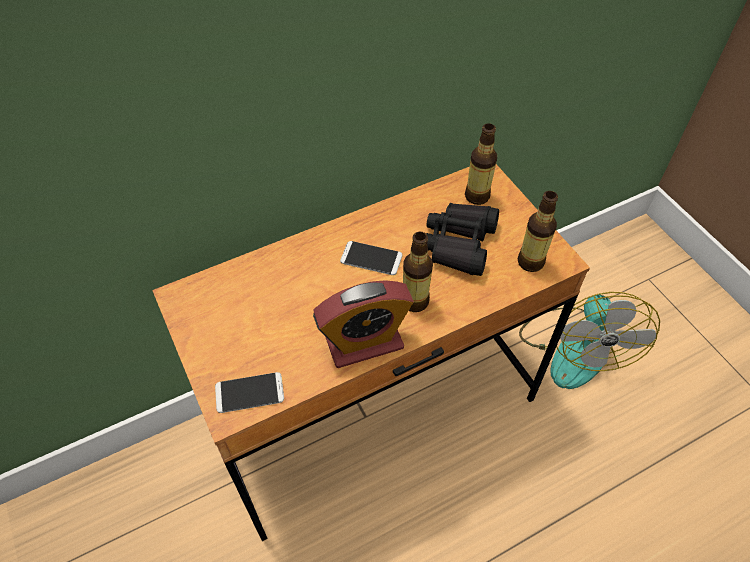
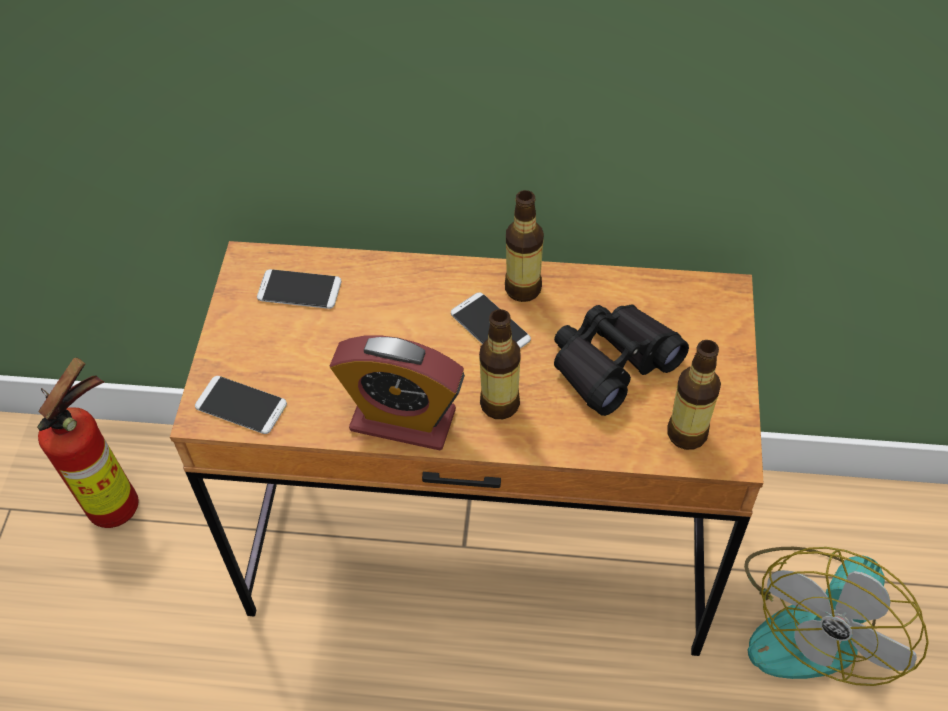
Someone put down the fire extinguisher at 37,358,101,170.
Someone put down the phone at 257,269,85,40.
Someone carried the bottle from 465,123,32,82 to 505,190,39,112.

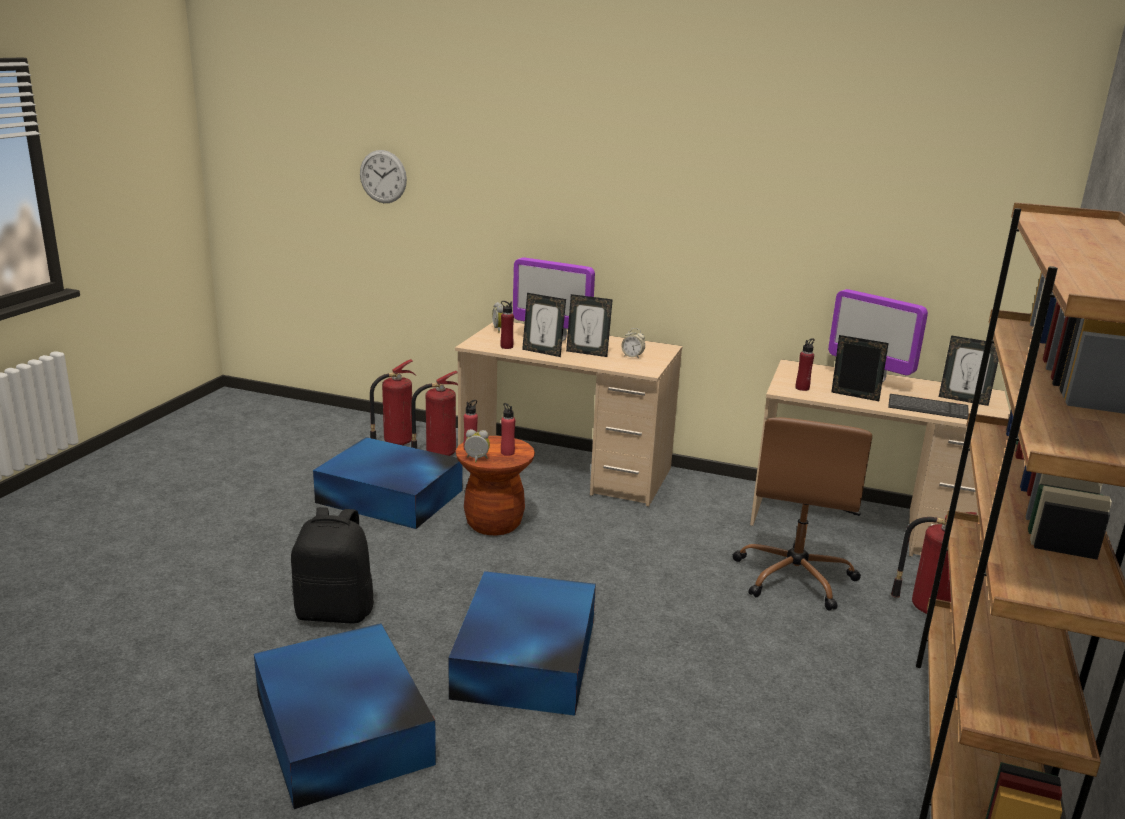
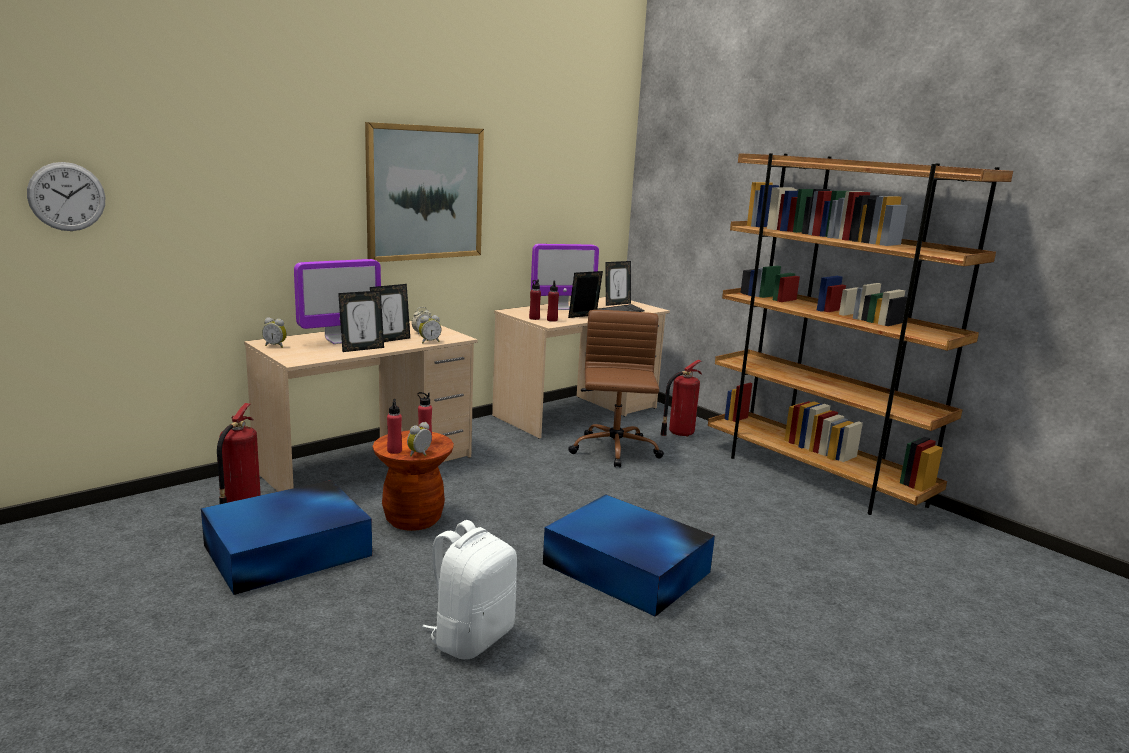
Someone put up the picture at 365,122,119,140.
Someone put down the alarm clock at 419,315,23,28.
Someone repainted the black backpack at 291,507,83,117, which became the white backpack at 422,520,95,139.
Someone carried the red bottle from 501,301,13,48 to 529,280,12,40.
Someone rotated the brown office chair at 733,417,139,194 by 135 degrees counterclockwise.
Someone took away the blue storage box at 254,623,182,186.
Someone took away the fire extinguisher at 370,359,46,86.

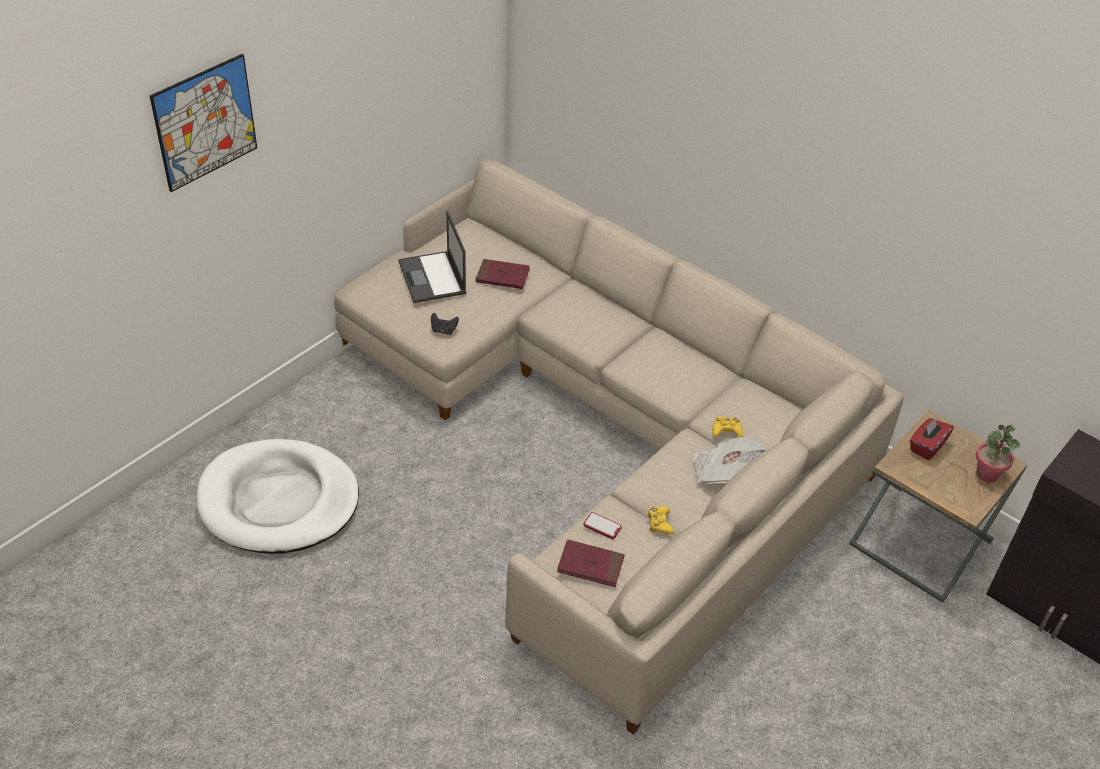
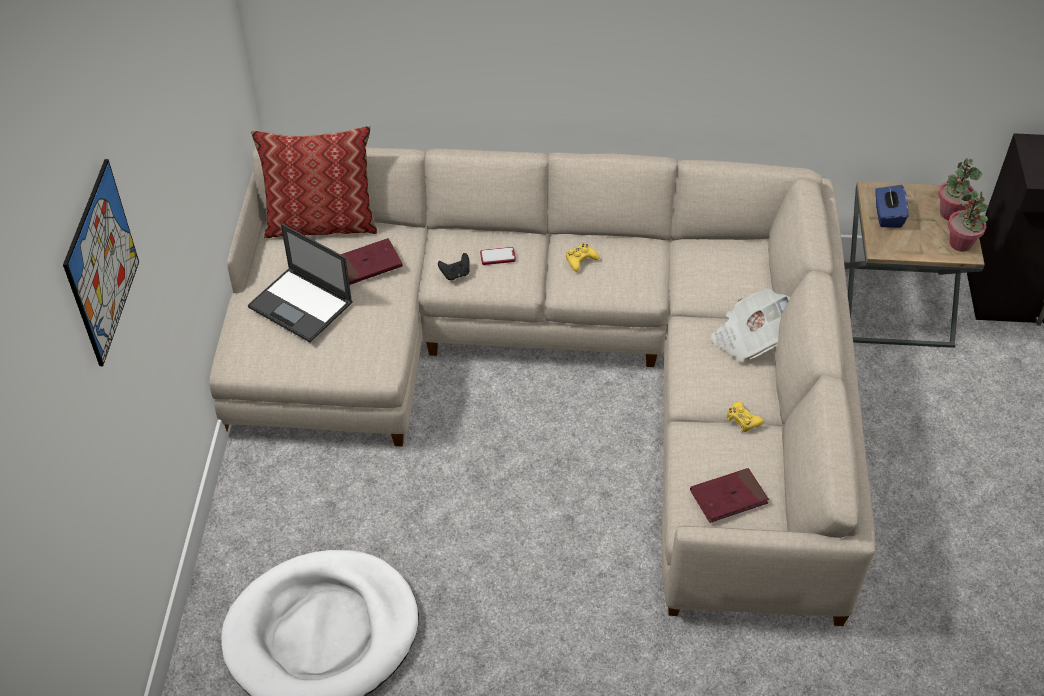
Someone put down the pillow at 251,125,127,113.
Someone carried the black game controller from 431,313,28,22 to 438,253,32,27.
Someone carried the phone from 584,512,38,27 to 480,247,36,18.
Someone carried the yellow game controller from 712,416,31,21 to 566,244,34,28.
Someone repainted the red tissue box at 910,417,44,43, which became the blue tissue box at 875,185,33,43.
Someone put down the potted plant at 948,190,40,62.

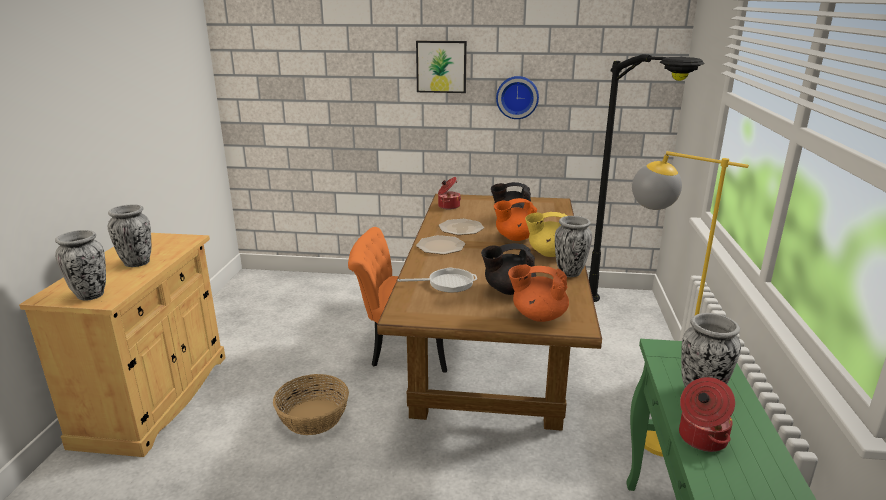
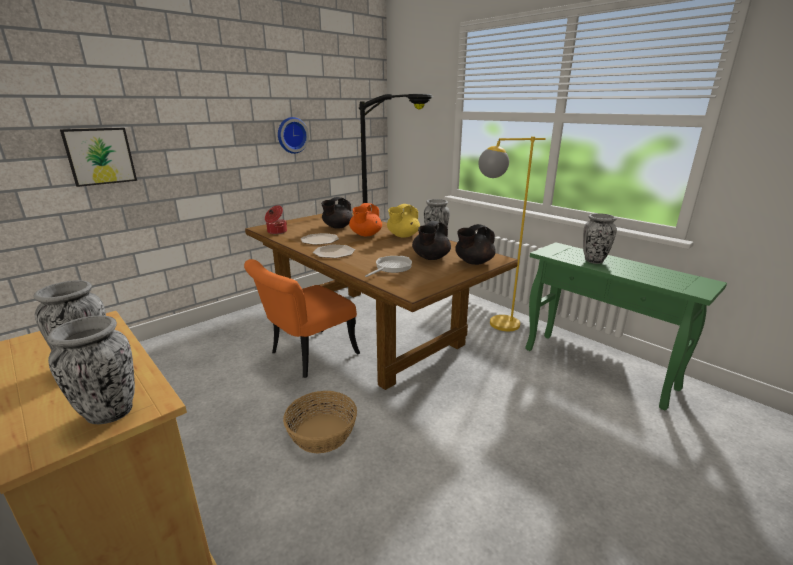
Someone carried the picture from 416,41,51,52 to 60,128,77,59.
Someone repainted the orange teapot at 508,265,61,57, which became the black teapot at 455,224,41,41.
Someone took away the cooking pot at 679,377,56,75.

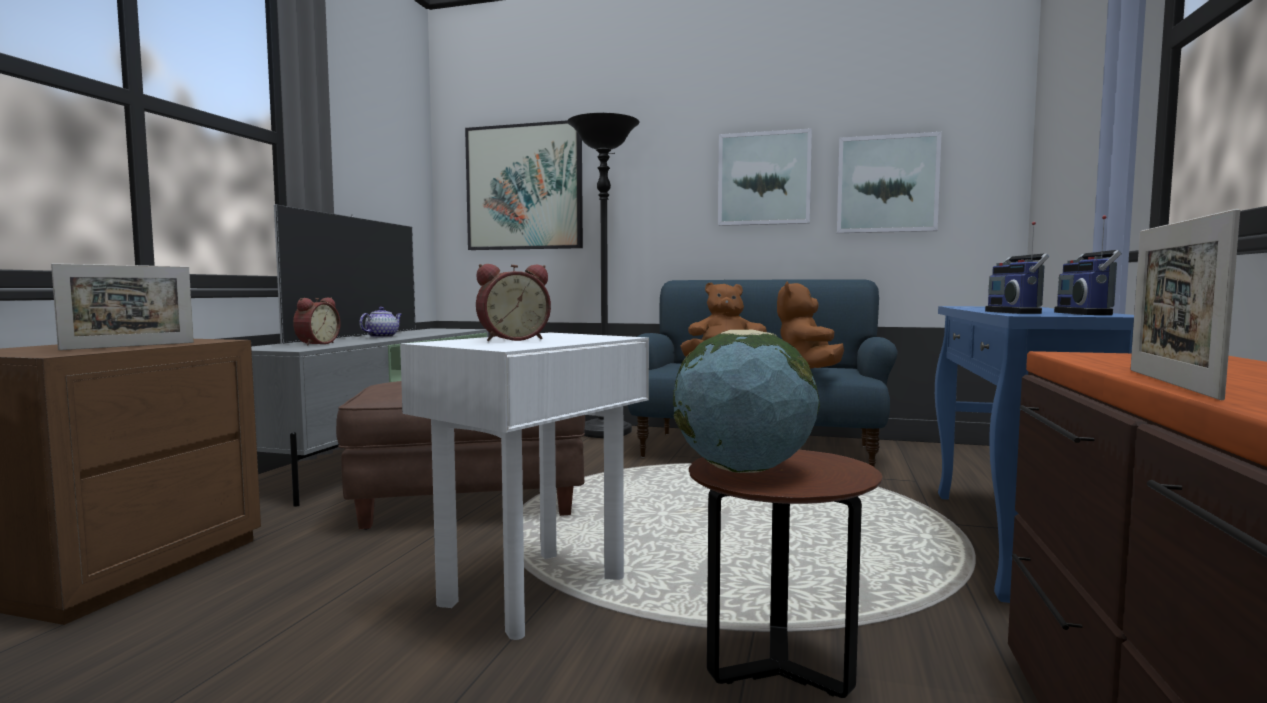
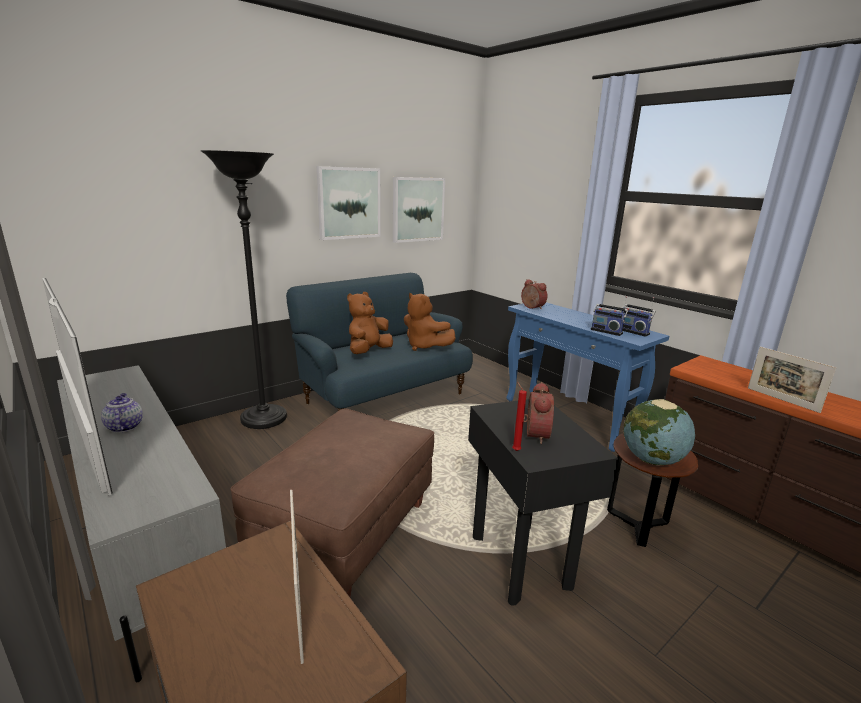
Someone repainted the white side table at 400,332,249,308, which became the black side table at 468,399,150,207.
Someone put down the red candle at 512,382,15,69.
Someone carried the alarm clock from 293,297,48,48 to 521,279,26,31.
Someone took away the picture at 465,120,118,130.

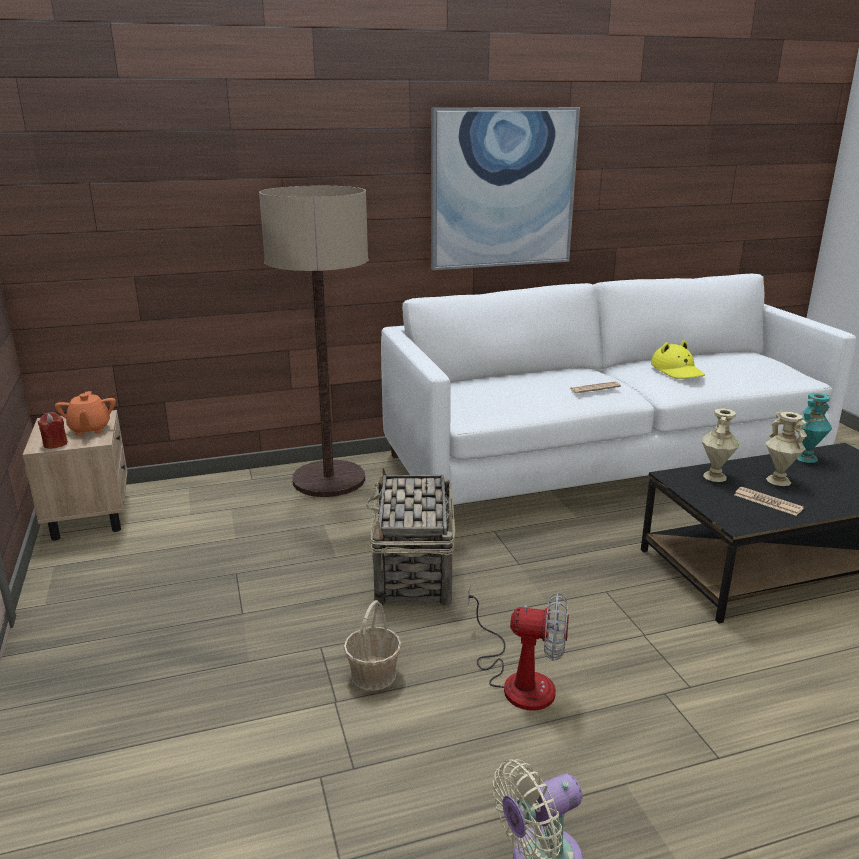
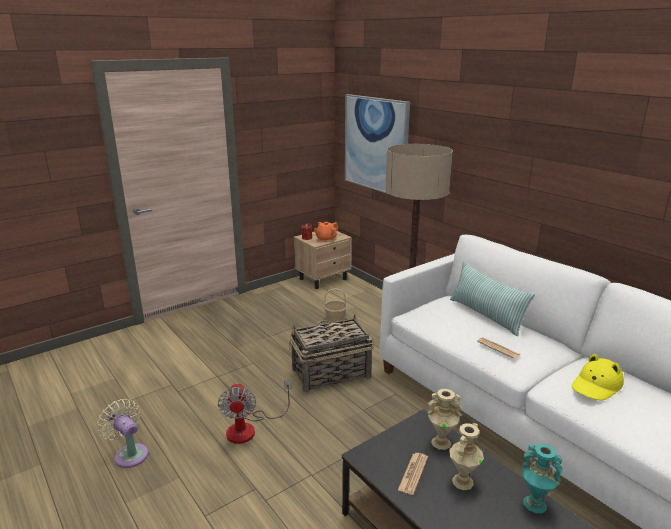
Someone carried the basket from 343,600,59,91 to 324,288,23,34.
Someone carried the picture from 431,107,149,163 to 345,94,65,100.
Someone put down the pillow at 450,262,85,74.

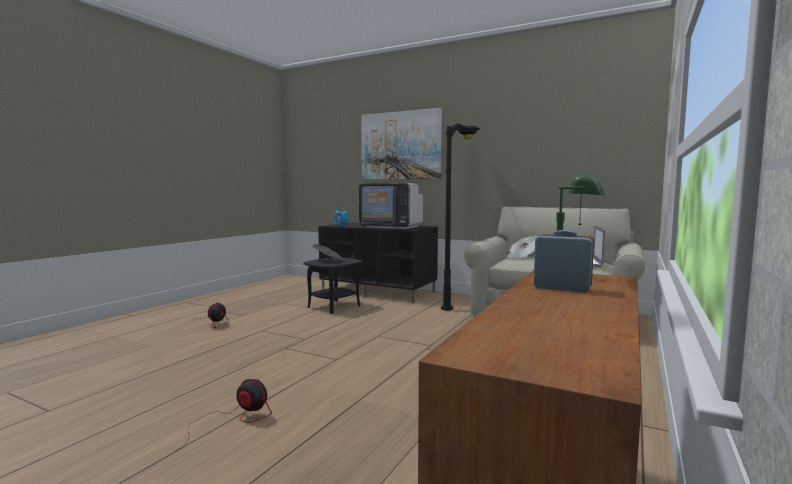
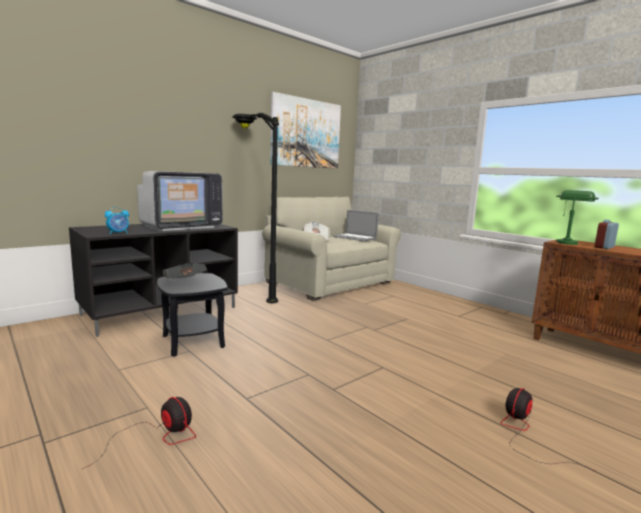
Someone carried the picture from 361,108,81,72 to 270,92,71,77.

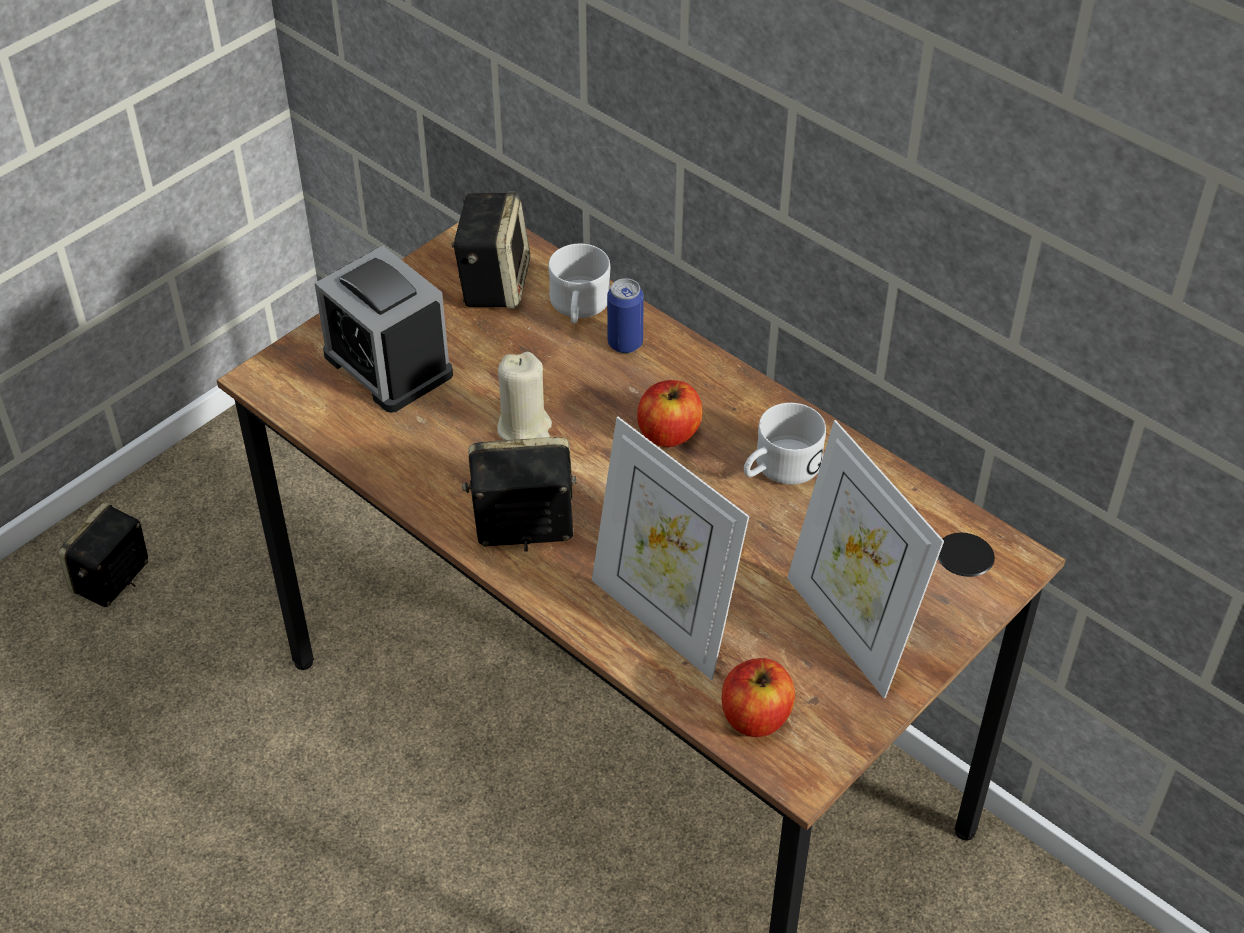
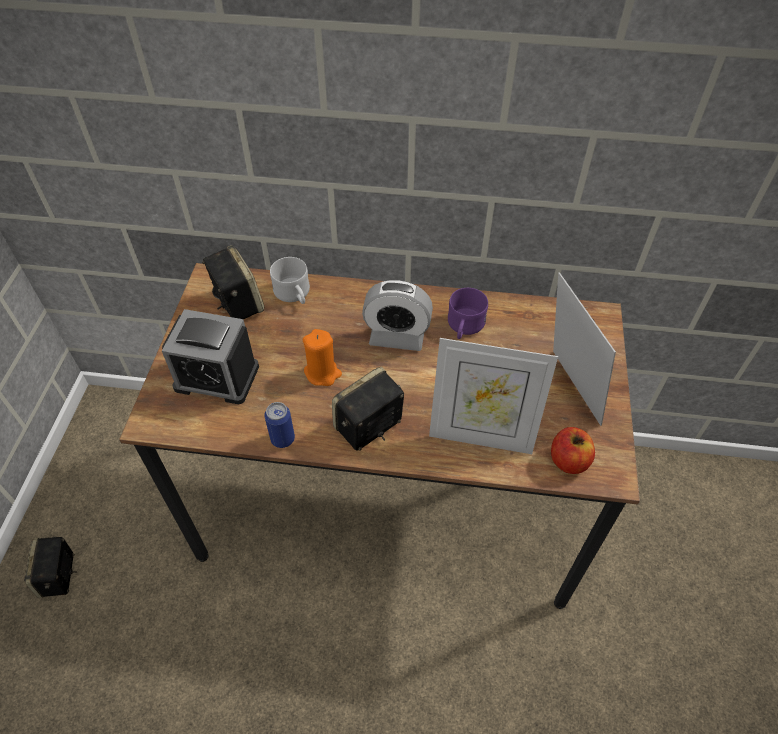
Someone carried the can from 607,278,37,75 to 264,402,31,46.
Someone repainted the beige candle at 497,352,55,88, which became the orange candle at 303,329,39,57.
Someone swapped the apple at 637,380,65,67 for the alarm clock at 362,280,71,71.
Someone repainted the white mug at 744,403,82,82, which became the purple mug at 448,288,40,51.
Someone rotated the picture frame at 787,420,157,278 by 135 degrees counterclockwise.

